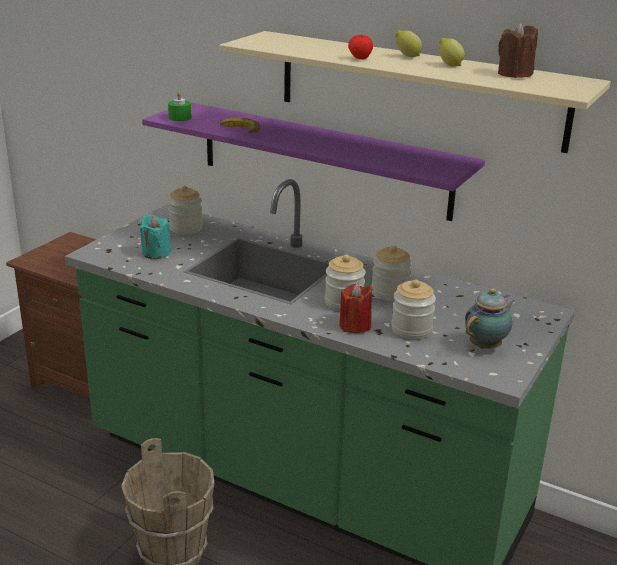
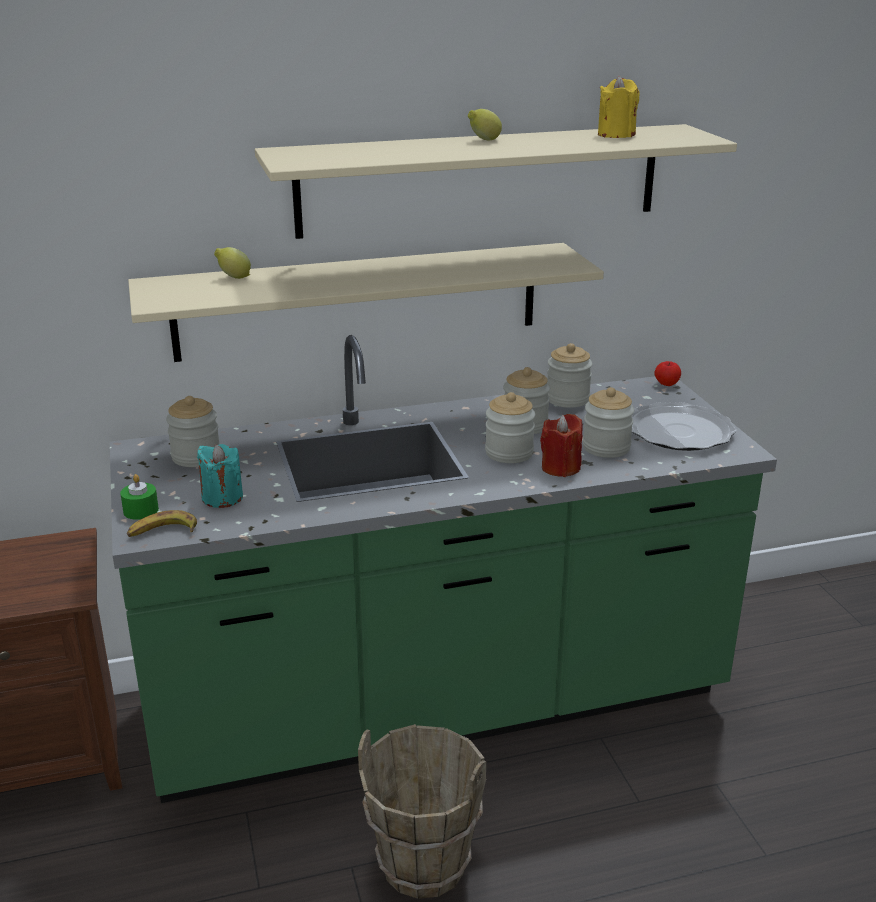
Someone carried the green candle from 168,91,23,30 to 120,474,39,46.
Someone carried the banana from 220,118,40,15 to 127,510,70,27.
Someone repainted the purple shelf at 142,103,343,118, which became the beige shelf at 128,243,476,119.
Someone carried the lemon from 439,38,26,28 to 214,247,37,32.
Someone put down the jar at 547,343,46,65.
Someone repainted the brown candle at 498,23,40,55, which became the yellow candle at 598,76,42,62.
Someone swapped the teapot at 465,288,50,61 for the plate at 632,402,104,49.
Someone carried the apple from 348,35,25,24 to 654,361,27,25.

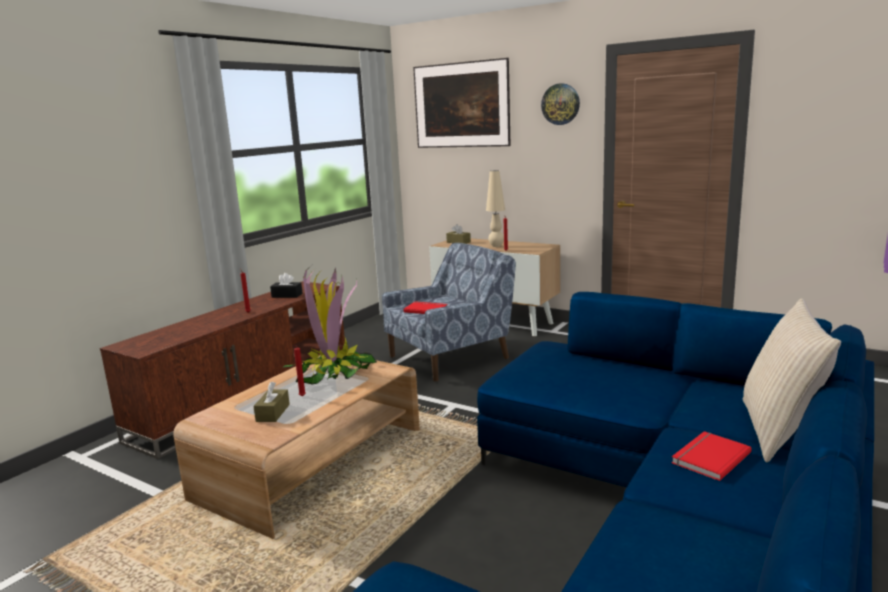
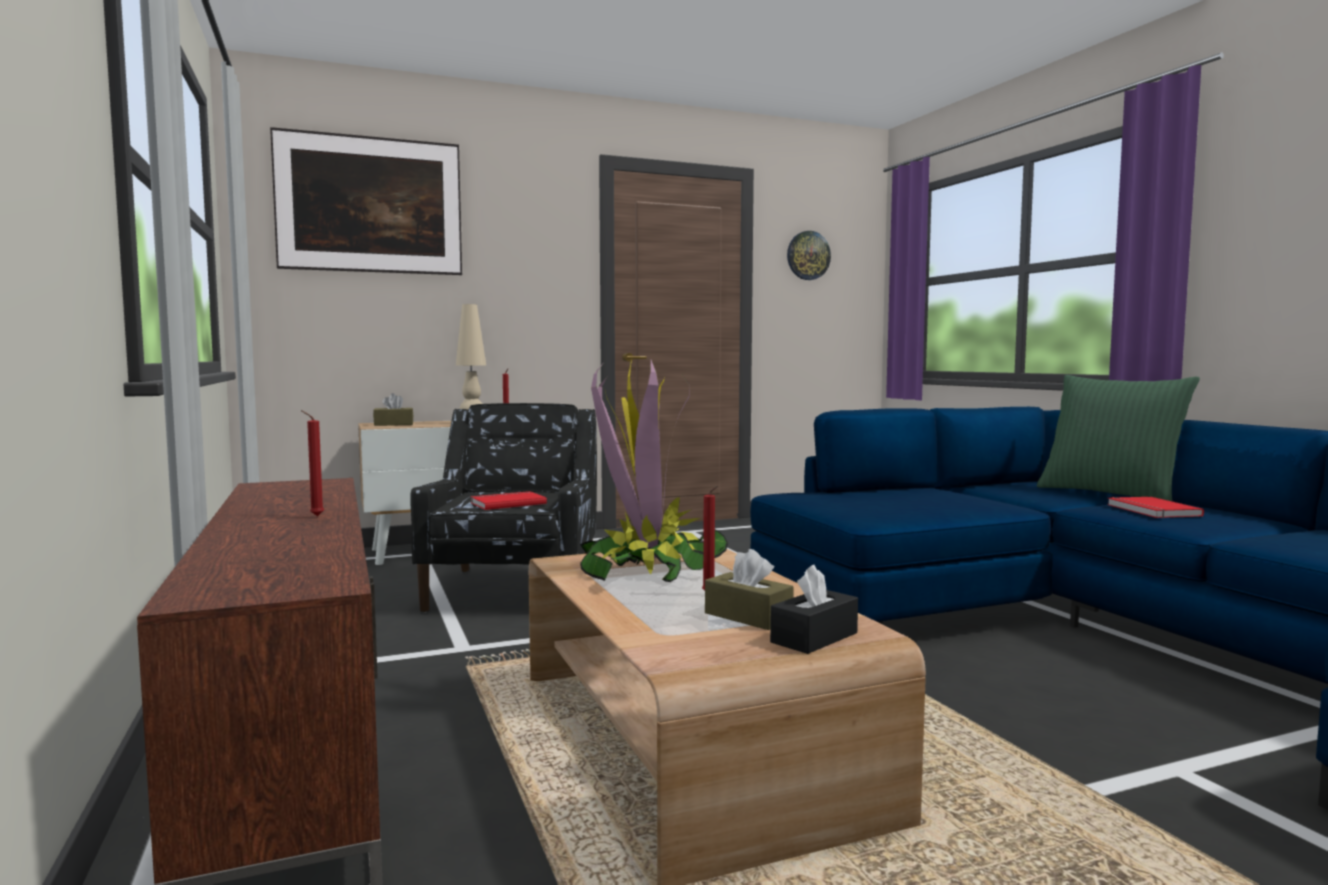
Someone repainted the blue armchair at 382,243,134,139, which became the black armchair at 410,403,187,210.
Someone carried the black tissue box from 270,273,33,25 to 770,565,88,89.
Someone carried the wall clock from 541,83,39,42 to 787,231,44,49.
Someone repainted the beige pillow at 743,298,98,165, which became the green pillow at 1037,375,163,126.

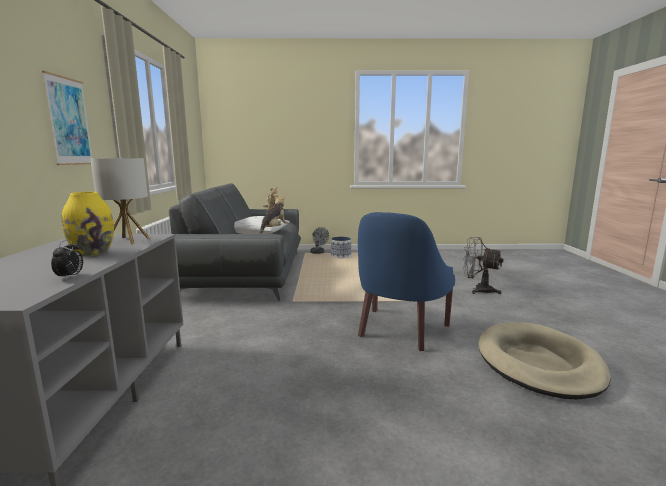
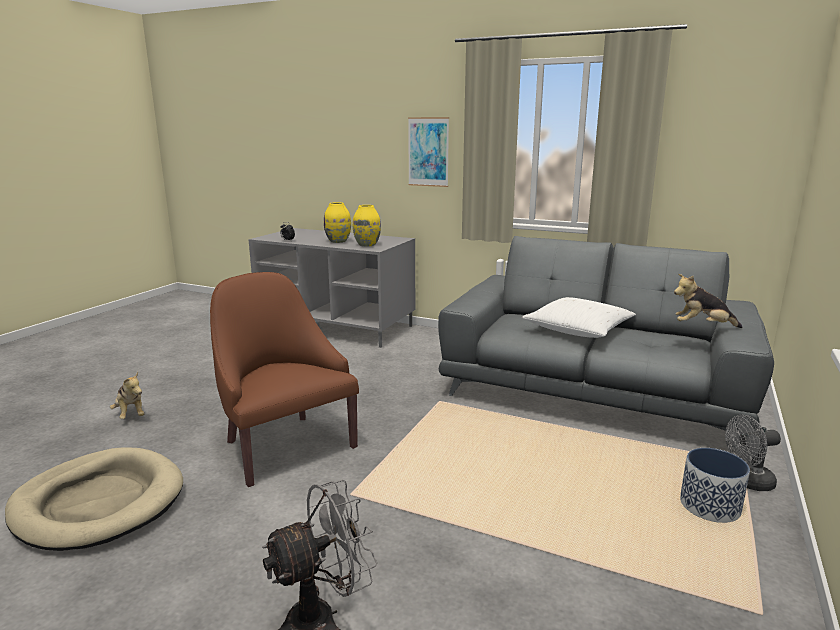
Someone carried the plush toy from 260,196,28,38 to 110,372,35,47.
Someone repainted the blue armchair at 358,212,97,139, which became the brown armchair at 210,272,149,215.
Someone swapped the table lamp at 90,158,60,87 for the yellow vase at 353,205,28,42.

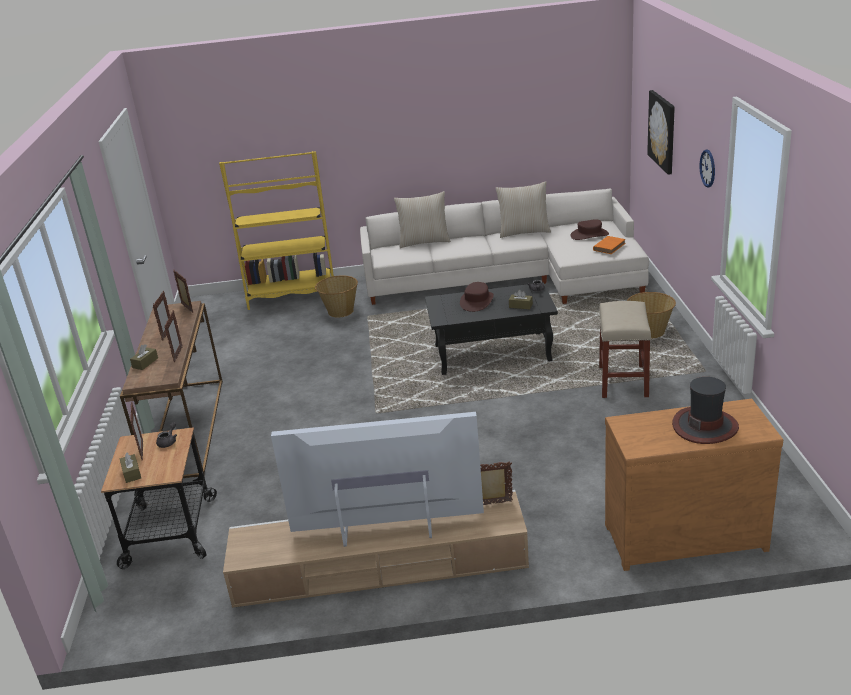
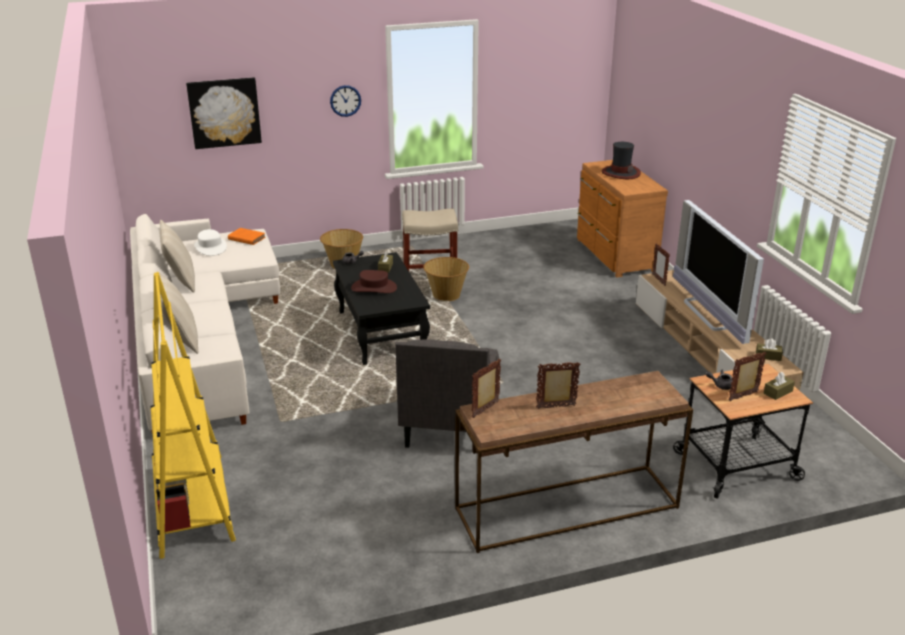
Someone repainted the brown hat at 570,219,39,21, which became the white hat at 194,229,33,27.
Someone put down the grey armchair at 395,339,104,109.
Someone carried the basket from 315,275,43,43 to 423,257,46,44.
Someone carried the brown tissue box from 130,344,28,26 to 756,338,27,23.
Someone took away the picture frame at 165,310,18,52.

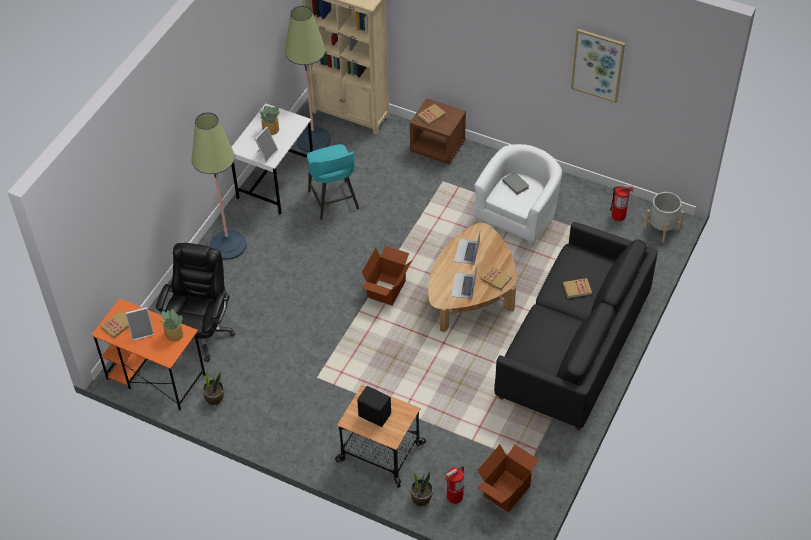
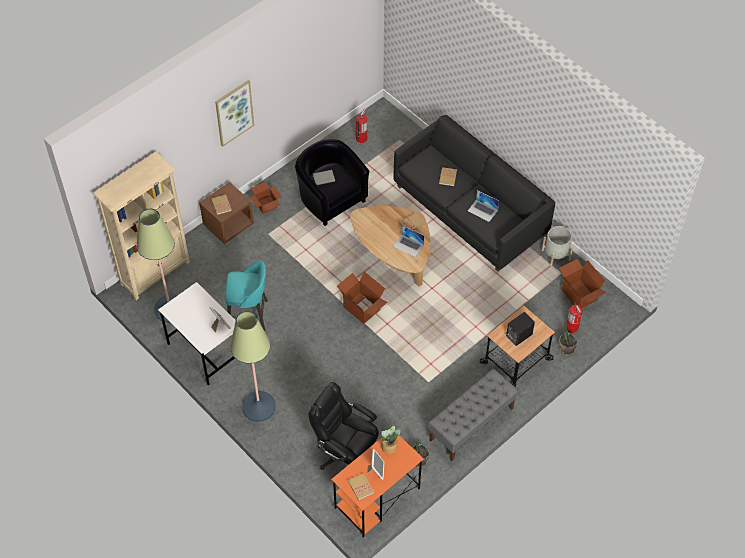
Someone carried the picture from 571,29,54,74 to 215,80,39,67.
Someone put down the cardboard box at 250,182,32,32.
Someone repainted the white armchair at 474,144,88,103, which became the black armchair at 295,139,74,87.
Someone put down the grey bench at 429,369,89,92.
Someone carried the laptop from 454,231,26,34 to 468,190,31,32.
Someone carried the grey planter from 644,192,40,50 to 542,226,31,40.
Someone took away the potted plant at 260,106,20,29.

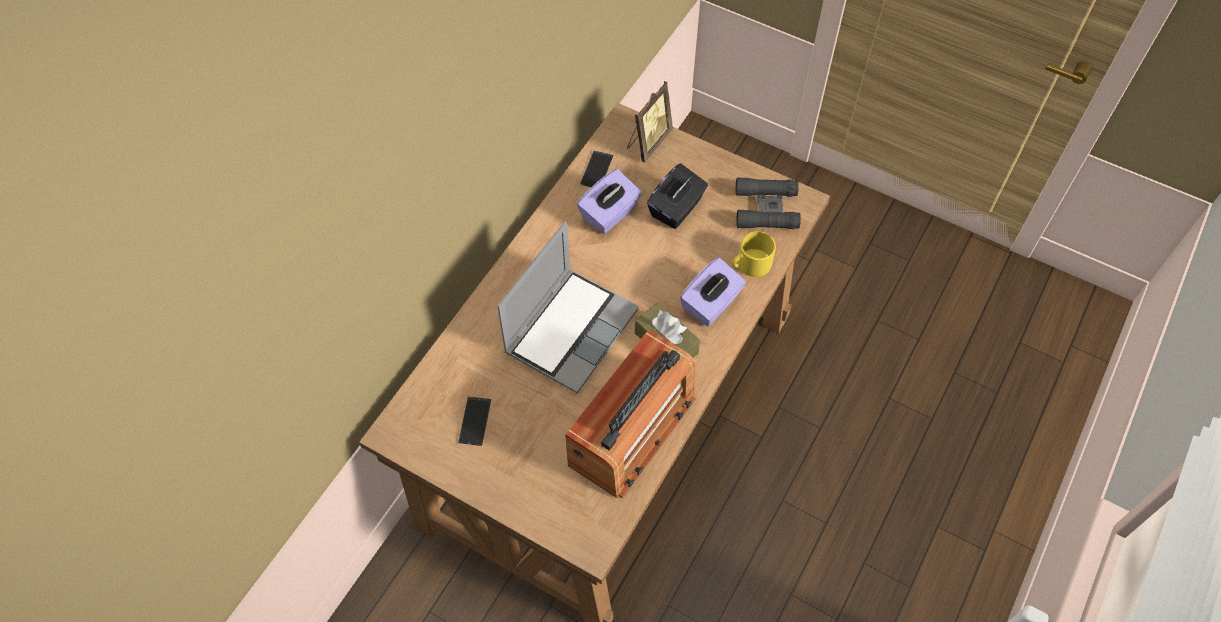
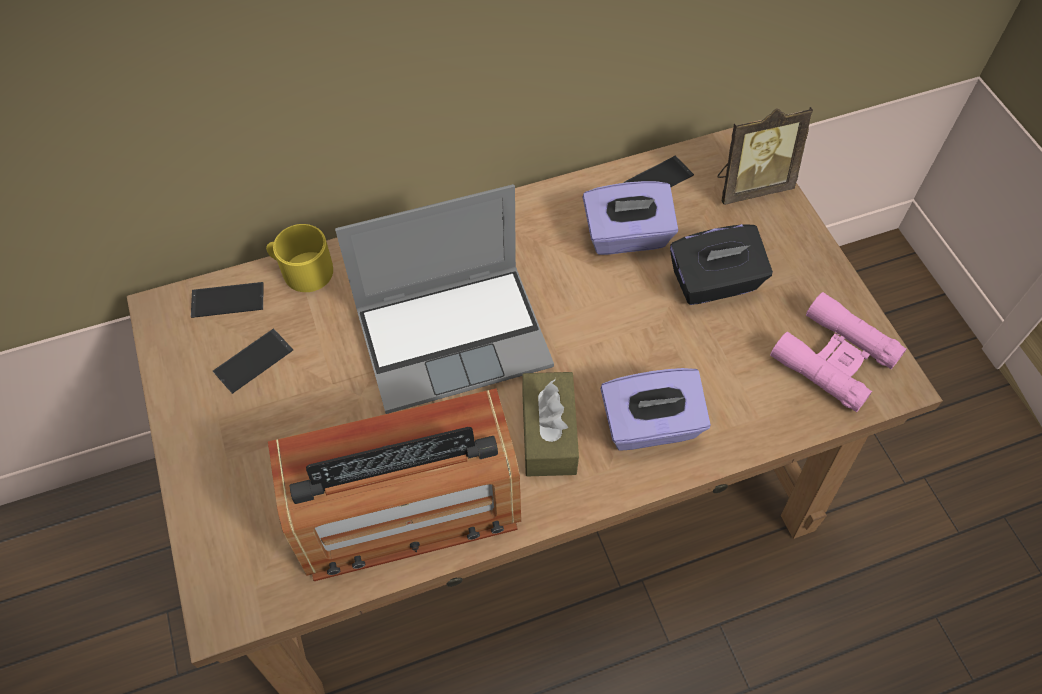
Someone put down the phone at 191,282,72,36.
Someone carried the yellow mug from 732,231,44,46 to 266,224,67,68.
Someone repainted the black binoculars at 736,178,65,51, which became the pink binoculars at 770,292,136,120.

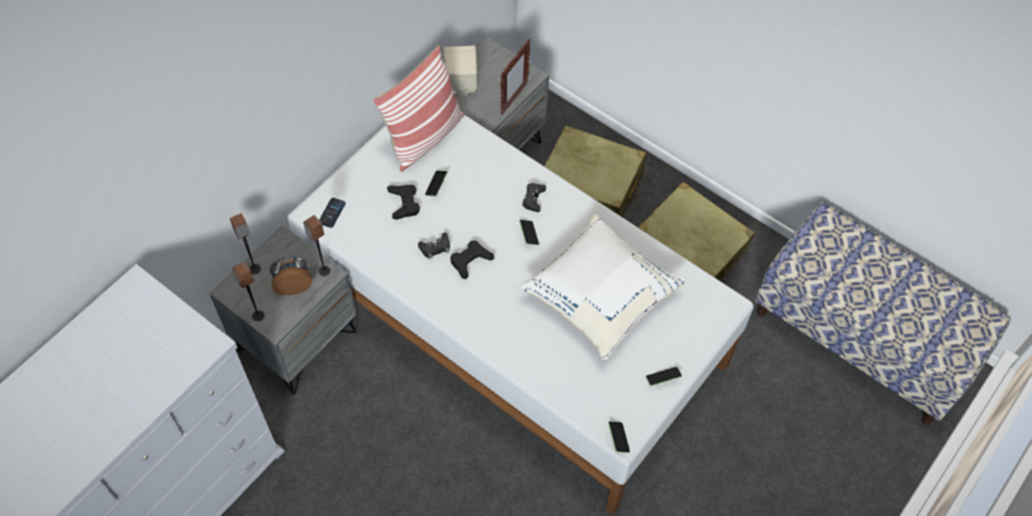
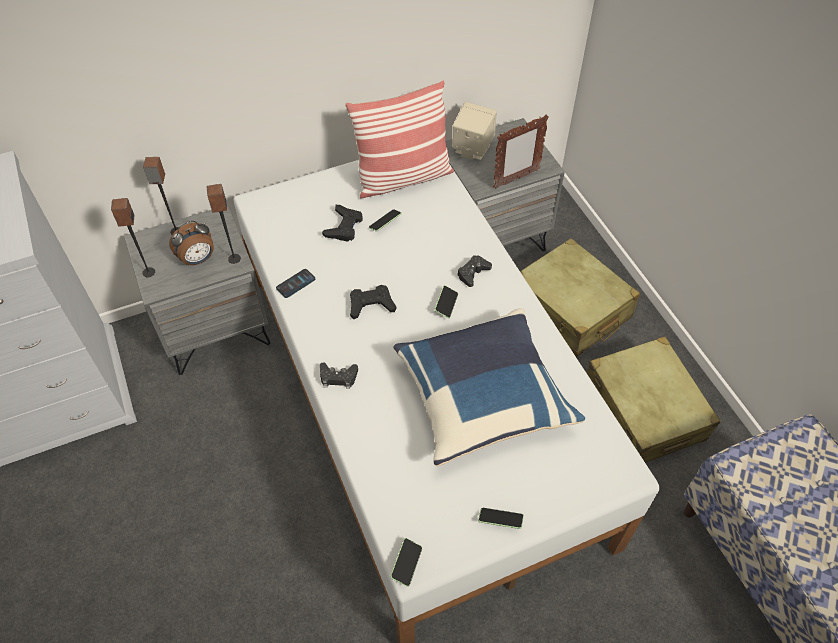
Someone rotated the alarm clock at 270,256,42,39 by 135 degrees clockwise.
Someone carried the phone from 319,198,27,30 to 276,269,39,29.
Someone carried the black game controller from 418,232,32,28 to 320,362,38,27.
Someone repainted the white pillow at 520,214,167,147, which became the blue pillow at 393,308,192,158.

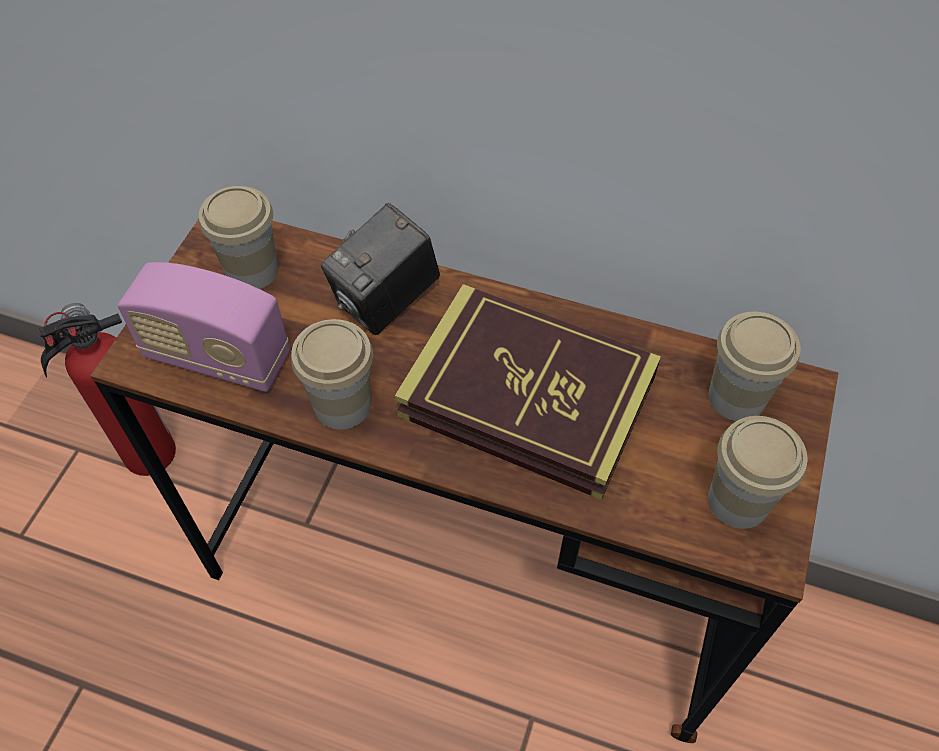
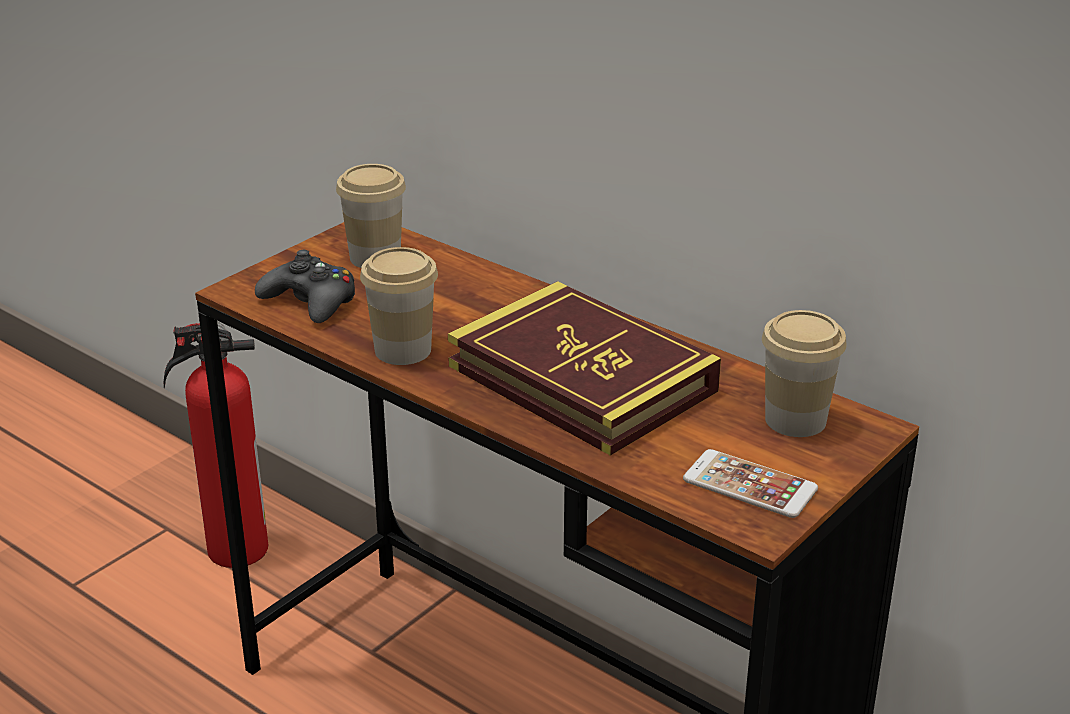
Someone swapped the radio at 118,262,172,130 for the black game controller at 255,250,100,73.
Someone swapped the cup at 708,416,99,113 for the phone at 683,449,135,69.
Someone took away the photo camera at 321,203,119,132.

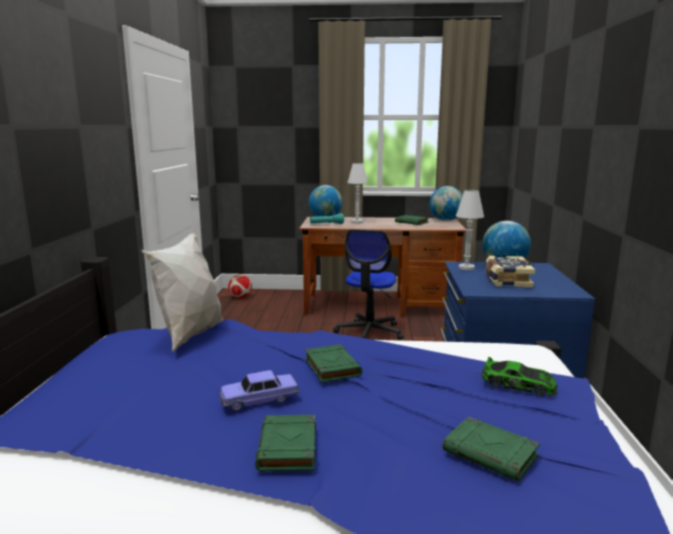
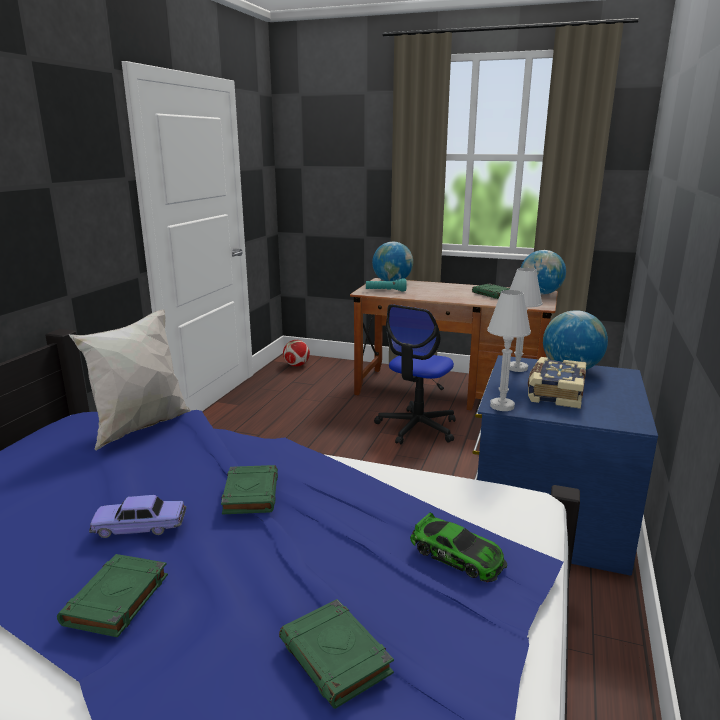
Someone carried the white table lamp from 347,163,21,61 to 487,290,44,121.

